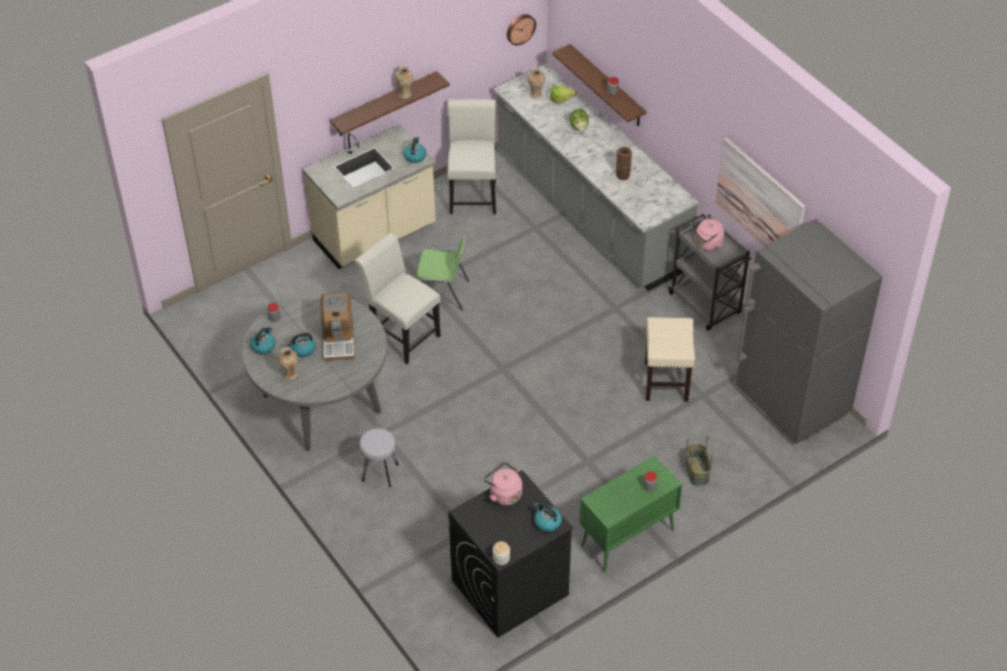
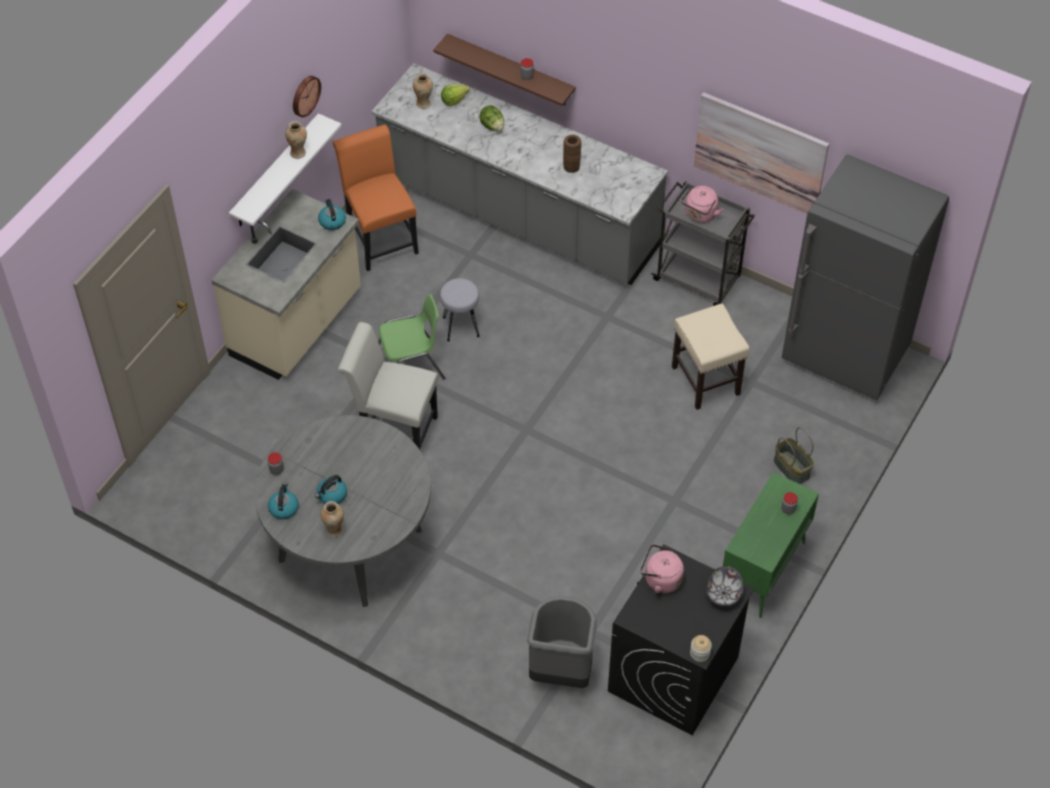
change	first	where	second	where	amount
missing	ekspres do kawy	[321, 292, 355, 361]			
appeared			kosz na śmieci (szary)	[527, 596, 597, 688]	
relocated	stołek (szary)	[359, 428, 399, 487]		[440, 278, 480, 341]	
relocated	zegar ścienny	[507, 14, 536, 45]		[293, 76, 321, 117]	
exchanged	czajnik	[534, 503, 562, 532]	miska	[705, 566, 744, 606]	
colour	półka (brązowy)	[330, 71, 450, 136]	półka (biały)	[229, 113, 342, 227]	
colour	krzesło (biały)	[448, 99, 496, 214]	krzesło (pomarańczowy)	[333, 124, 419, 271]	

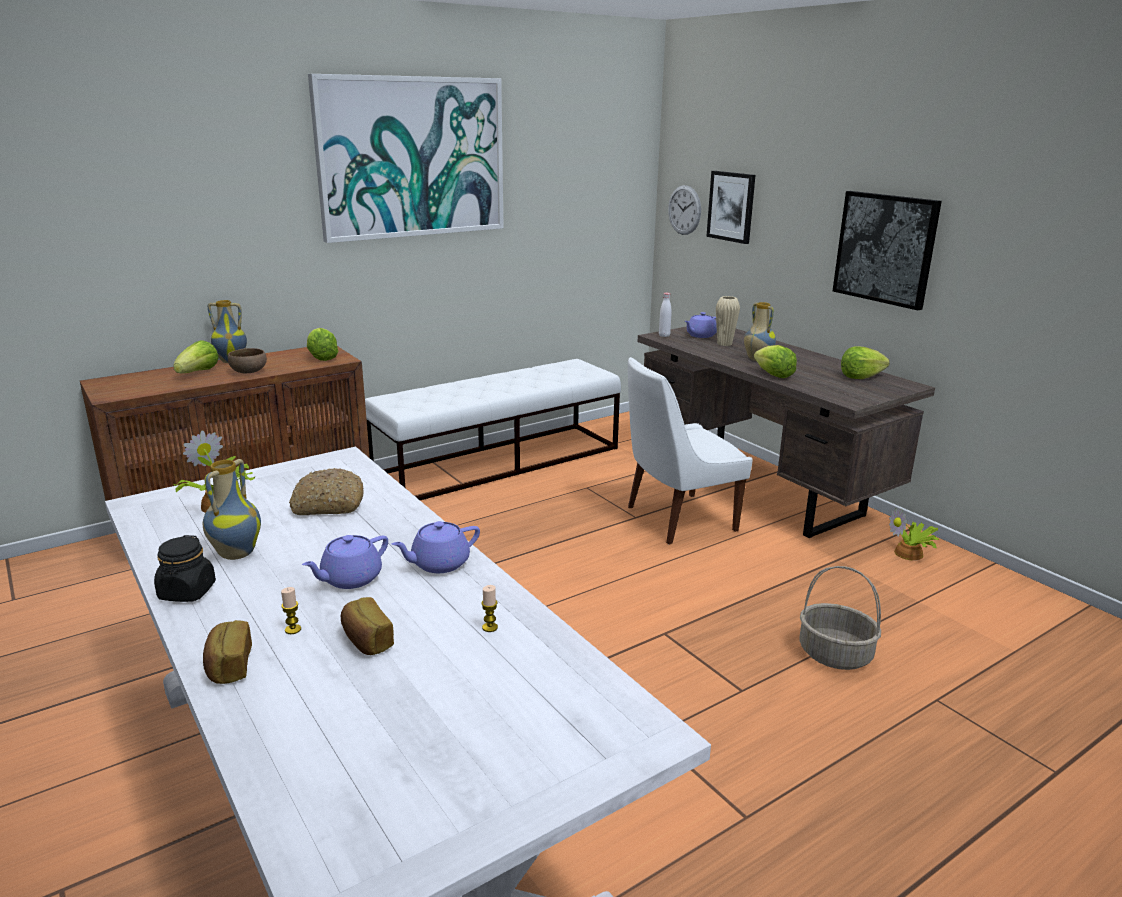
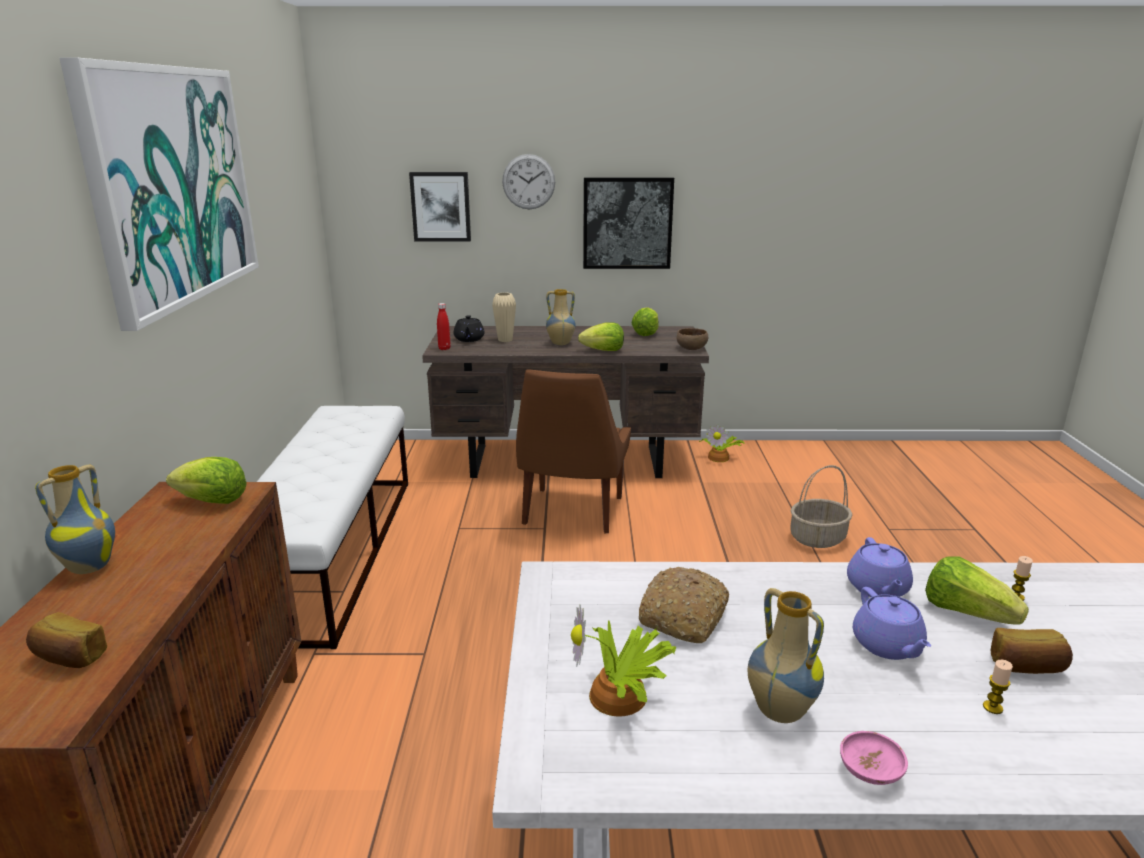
change	first	where	second	where	amount
relocated	sałata	[173, 340, 219, 373]		[925, 556, 1029, 625]	
relocated	chleb	[203, 620, 252, 684]		[26, 612, 107, 668]	
relocated	miska (brązowy)	[228, 348, 267, 373]		[676, 328, 708, 350]	
relocated	zegar ścienny	[668, 185, 701, 235]		[502, 154, 555, 209]	
exchanged	słoik (czarny)	[154, 535, 216, 602]	miska (różowy)	[840, 731, 908, 785]	
colour	krzesło (biały)	[628, 357, 753, 545]	krzesło (brązowy)	[516, 369, 631, 534]	
colour	butelka (biały)	[659, 293, 672, 337]	butelka (czerwony)	[437, 303, 451, 350]	
colour	imbryk (fioletowy)	[685, 312, 717, 338]	imbryk (czarny)	[454, 315, 485, 342]	

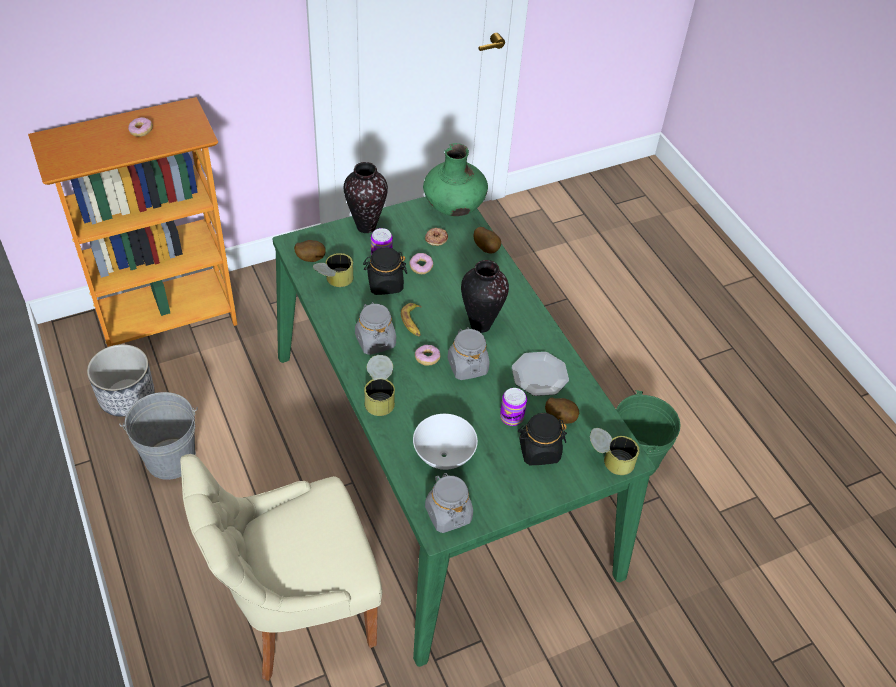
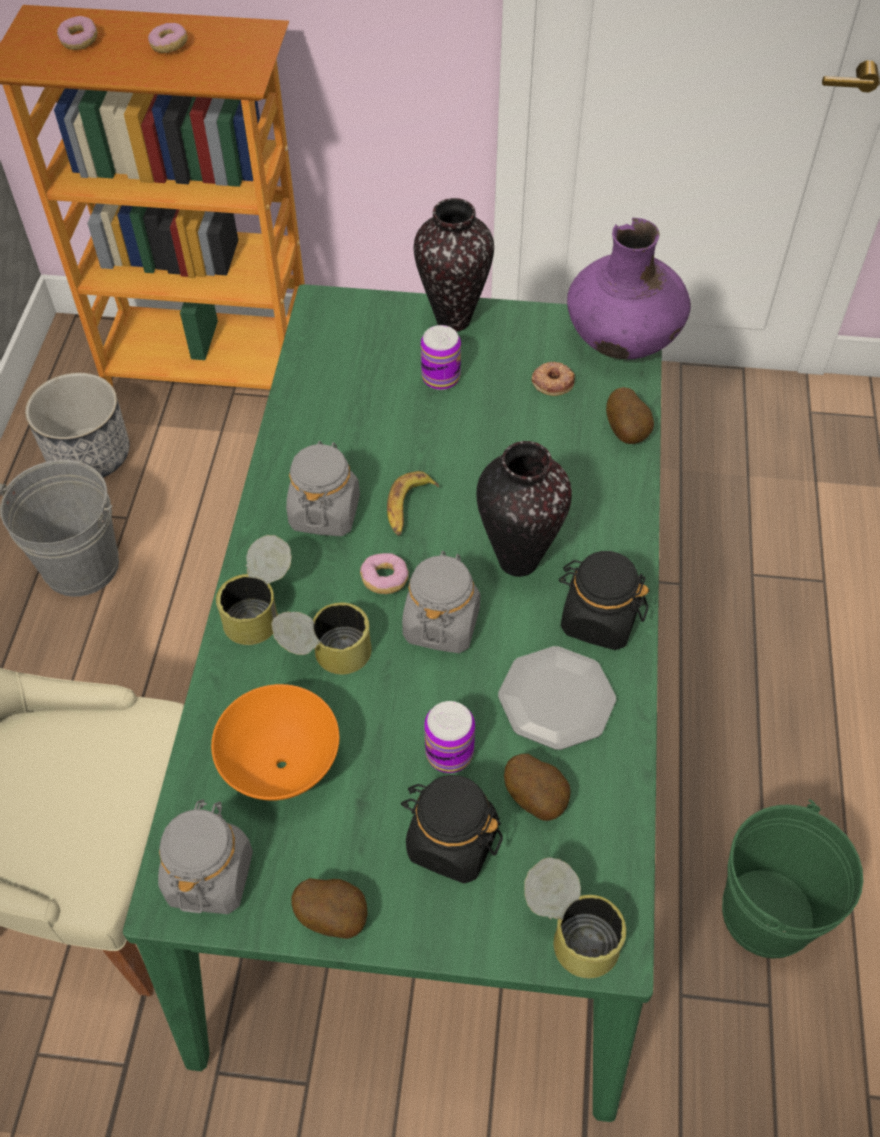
change	first	where	second	where	amount
relocated	ziemniak	[294, 240, 326, 262]		[291, 878, 368, 939]	
relocated	puszka	[313, 253, 354, 287]		[271, 603, 372, 675]	
relocated	słoik (czarny)	[363, 247, 407, 295]		[559, 551, 650, 650]	
relocated	donut	[409, 253, 433, 274]		[57, 16, 97, 50]	
colour	miska (biały)	[413, 414, 478, 470]	miska (pomarańczowy)	[211, 684, 339, 801]	
colour	wazon (zielony)	[423, 143, 488, 216]	wazon (fioletowy)	[567, 218, 691, 359]	

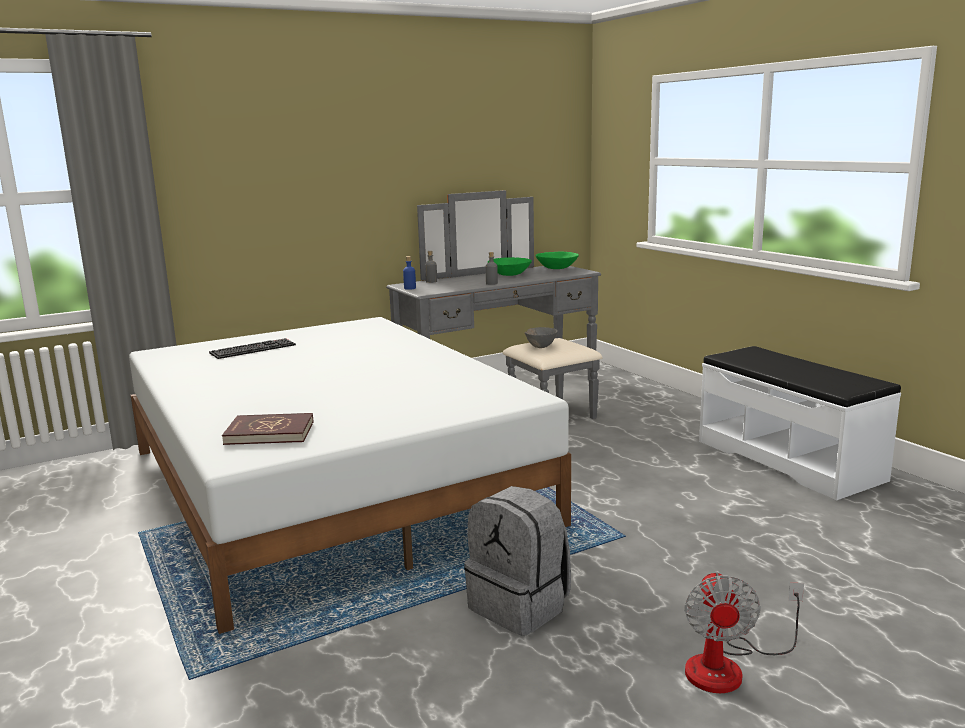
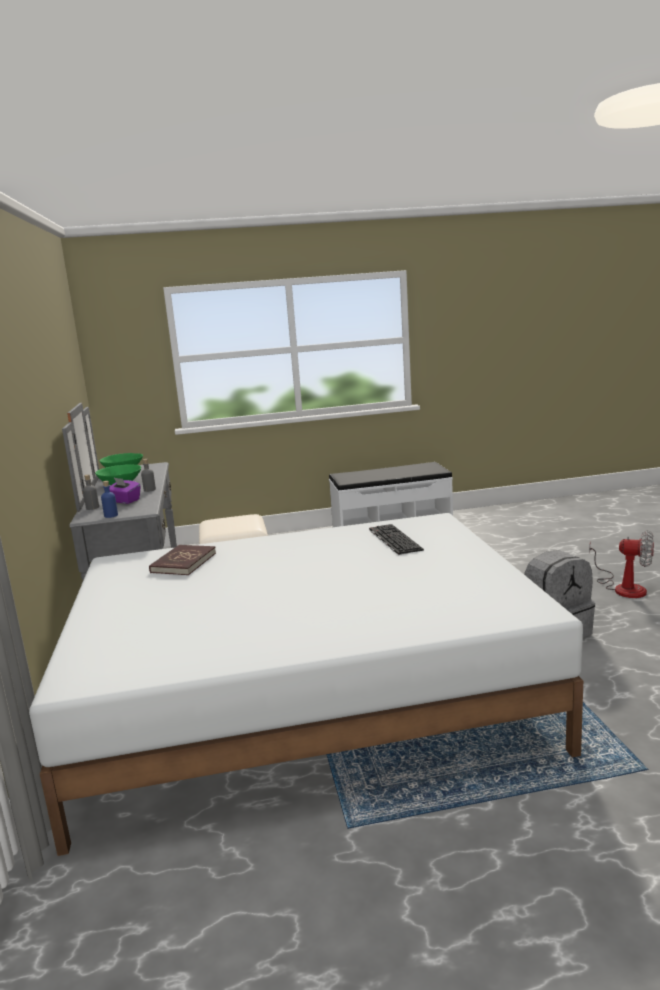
change	first	where	second	where	amount
missing	miska (szary)	[525, 327, 558, 348]			
appeared			pudełko chusteczek (fioletowy)	[109, 477, 141, 504]	
relocated	klawiatura	[209, 338, 296, 359]		[369, 524, 424, 555]	
relocated	książka (czerwony)	[222, 413, 313, 445]		[149, 545, 216, 575]	

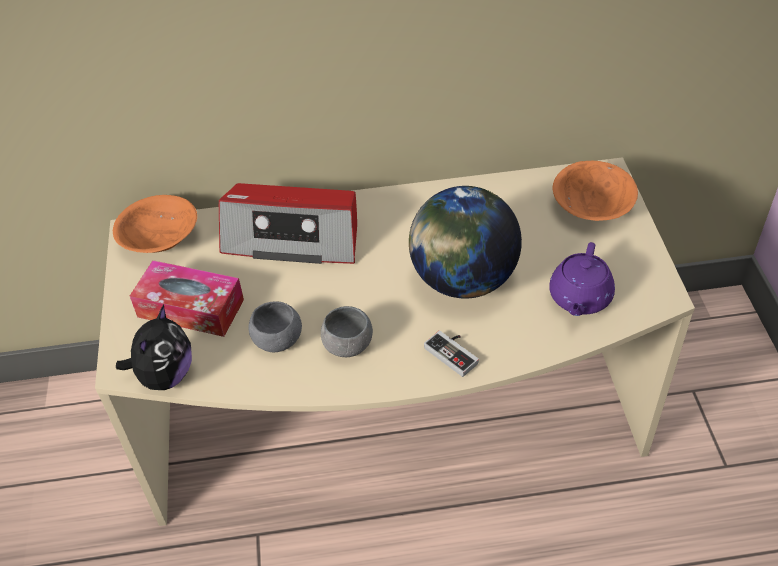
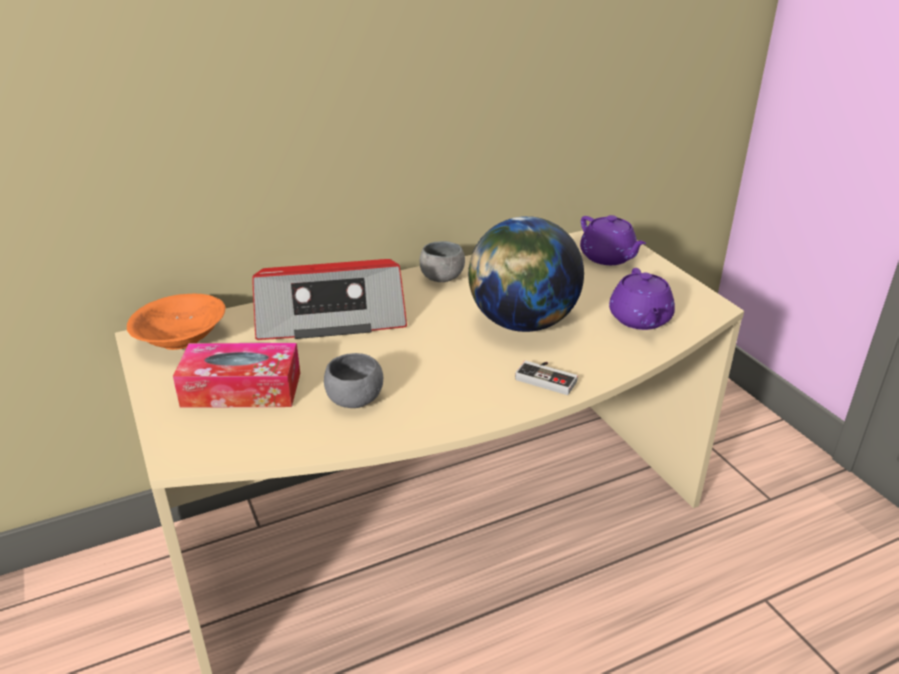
change	first	where	second	where	amount
missing	pluszak	[116, 305, 192, 390]			
relocated	miska (szary)	[321, 306, 373, 357]		[420, 241, 465, 282]	
exchanged	miska (pomarańczowy)	[552, 161, 638, 221]	imbryk (fioletowy)	[580, 215, 646, 265]	

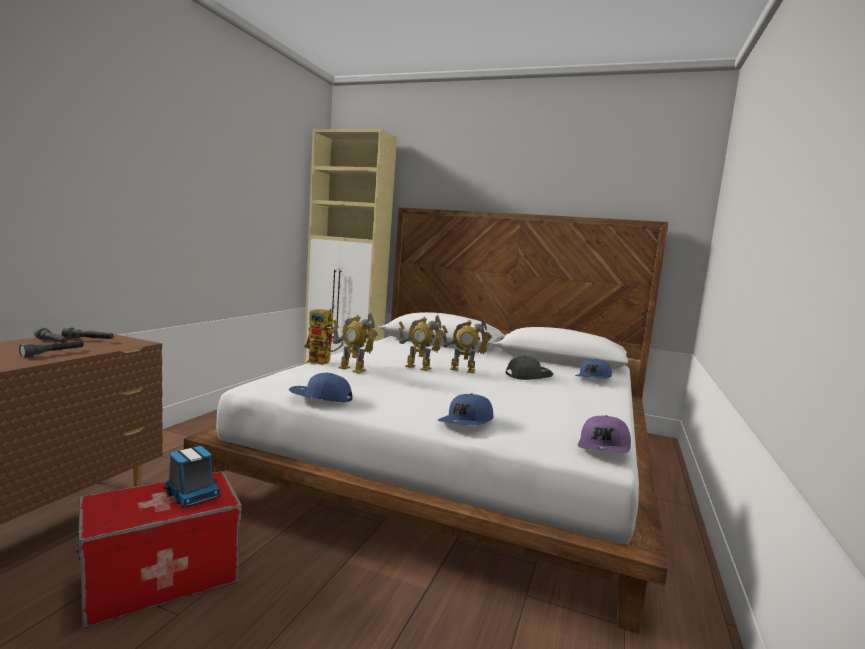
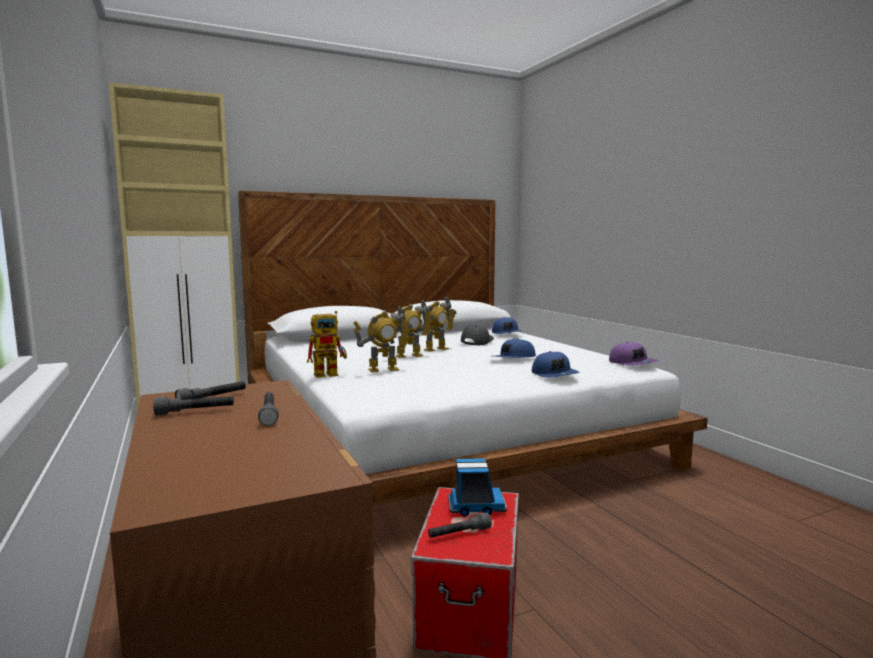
change	first	where	second	where	amount
appeared			latarka (szary)	[428, 512, 492, 538]	
relocated	czapka z daszkiem (niebieski)	[289, 373, 352, 402]		[494, 338, 536, 358]	

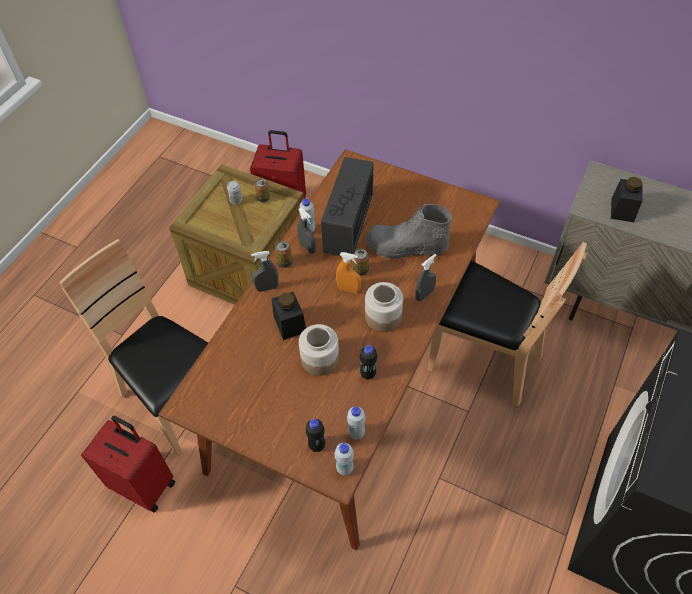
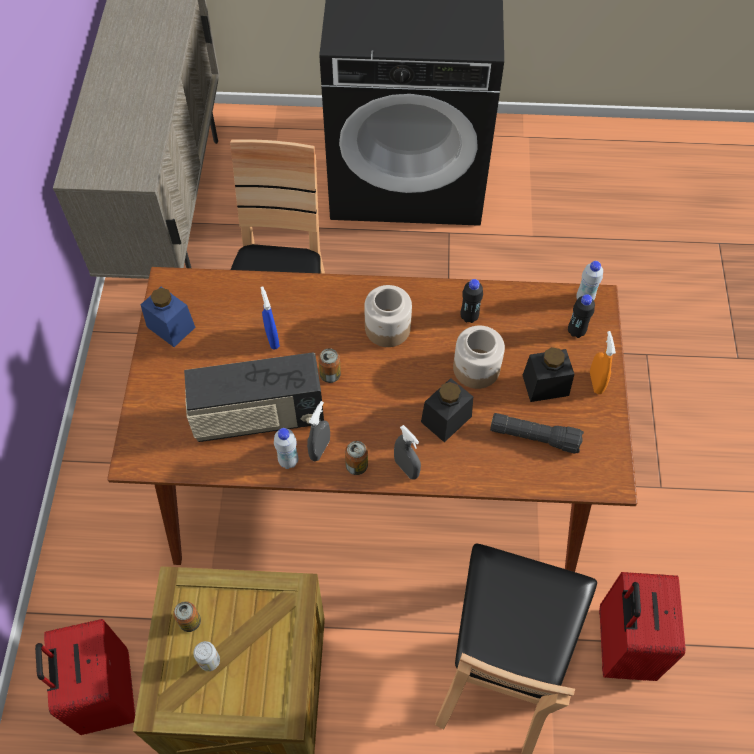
change	first	where	second	where	amount
missing	butelka (biały)	[347, 406, 366, 440]			
missing	spryskiwacz (szary)	[415, 254, 437, 301]			
appeared			słoik (niebieski)	[141, 287, 196, 347]	
appeared			latarka (czarny)	[490, 413, 584, 454]	
relocated	spryskiwacz (pomarańczowy)	[336, 252, 361, 294]		[590, 331, 616, 394]	
relocated	słoik (czarny)	[611, 177, 643, 222]		[523, 347, 574, 402]	
exchanged	but z cholewką (szary)	[366, 204, 452, 259]	spryskiwacz (niebieski)	[260, 286, 280, 350]	

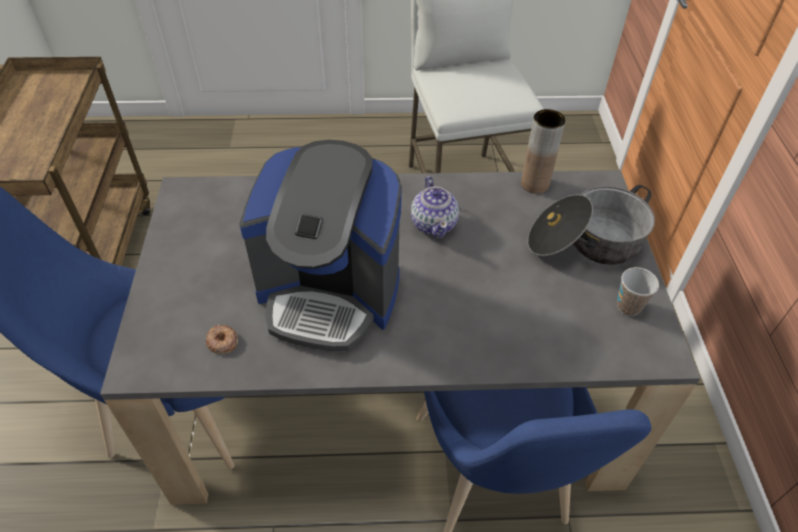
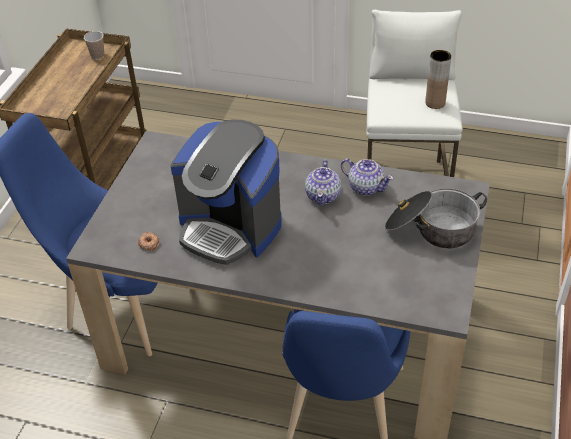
change	first	where	second	where	amount
appeared			imbryk	[341, 158, 394, 196]	
relocated	wazon (brązowy)	[521, 109, 565, 194]		[425, 50, 451, 109]	
relocated	filiżanka	[617, 267, 659, 316]		[84, 31, 104, 59]	

